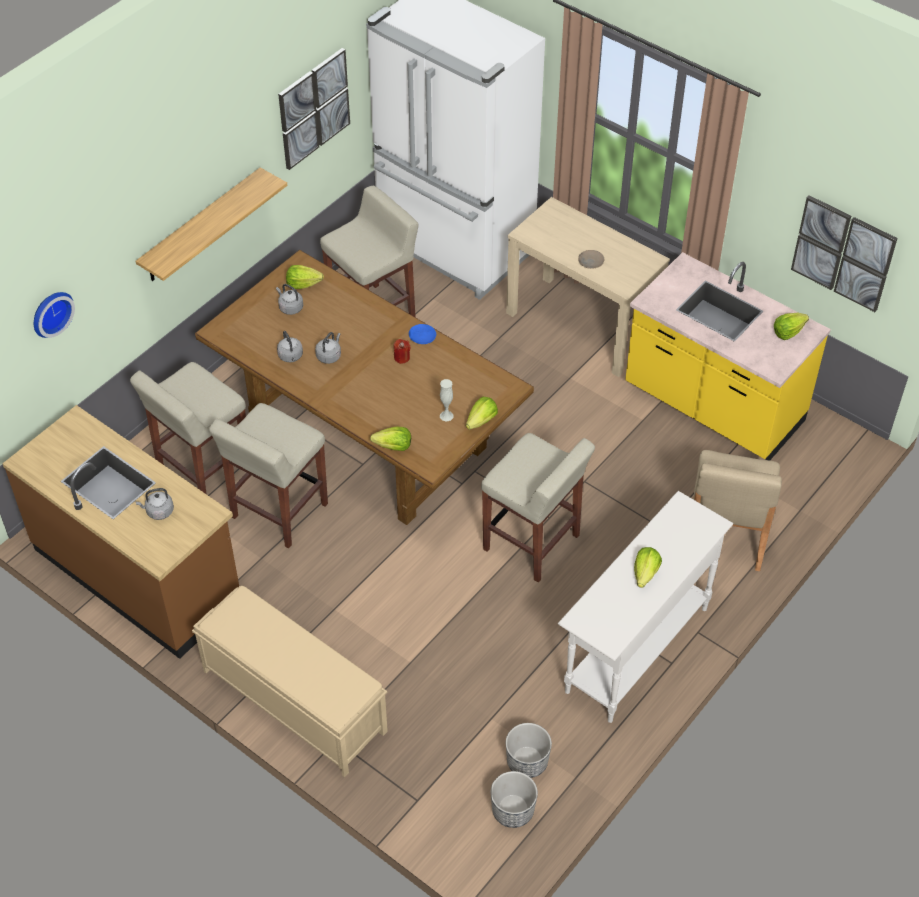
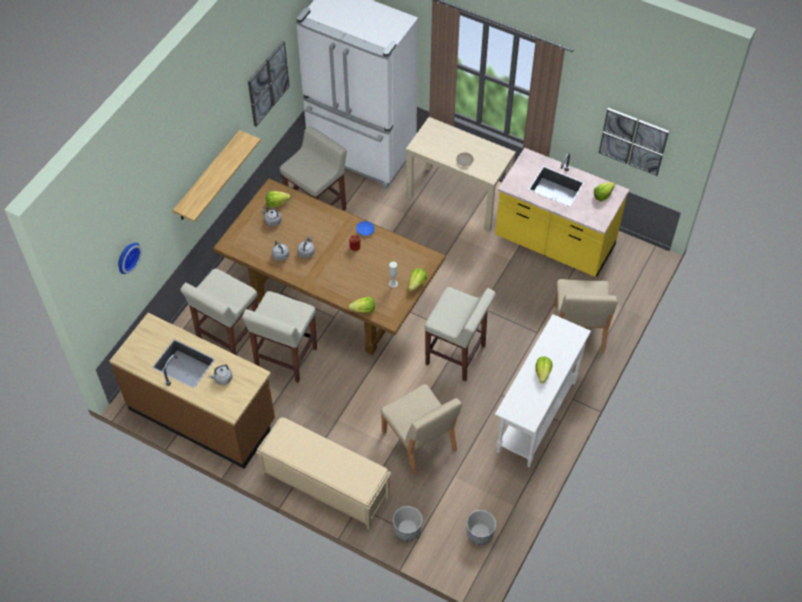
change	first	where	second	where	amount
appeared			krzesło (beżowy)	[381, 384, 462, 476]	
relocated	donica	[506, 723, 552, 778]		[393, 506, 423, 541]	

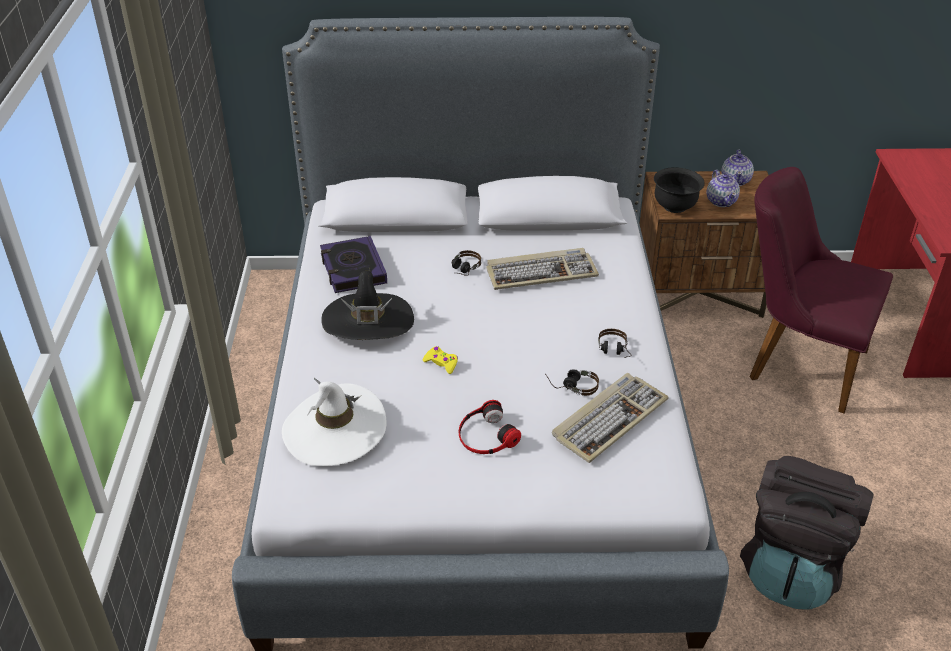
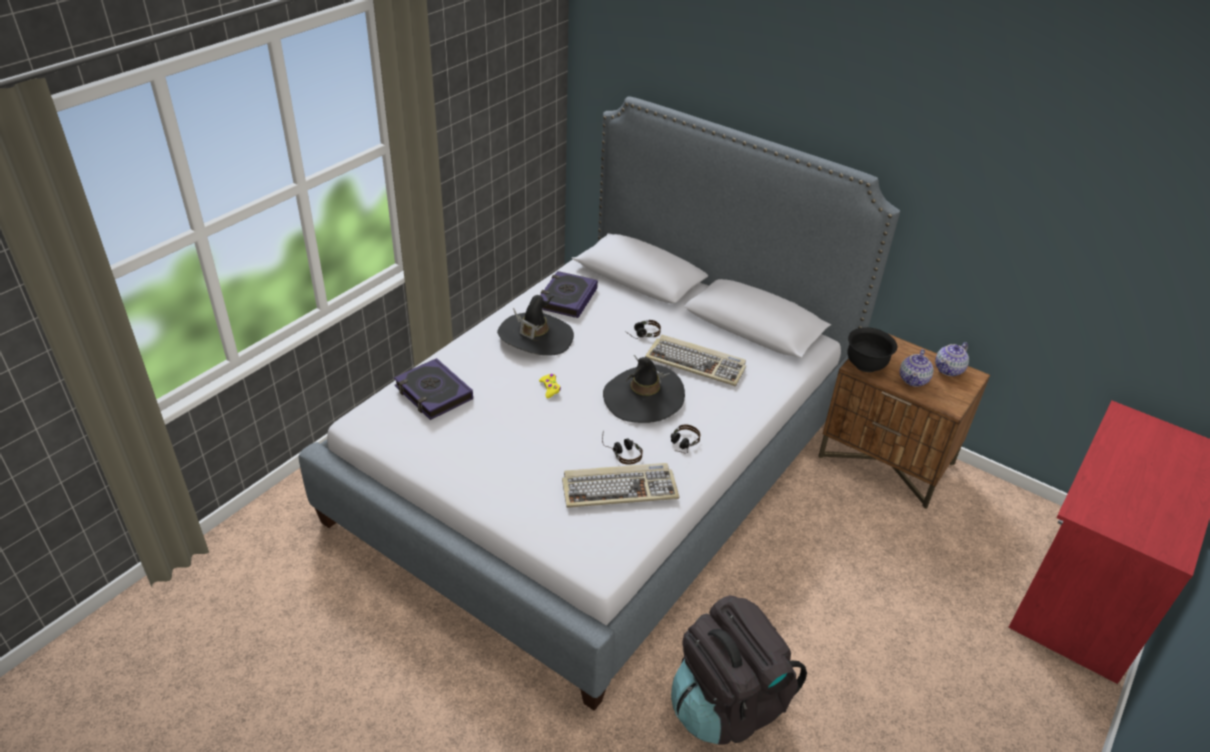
change	first	where	second	where	amount
missing	słuchawki	[459, 400, 521, 454]			
missing	krzesło (fioletowy)	[749, 167, 893, 413]			
appeared			kapelusz (czarny)	[603, 355, 685, 423]	
exchanged	kapelusz (biały)	[282, 378, 386, 466]	książka	[394, 358, 473, 420]	

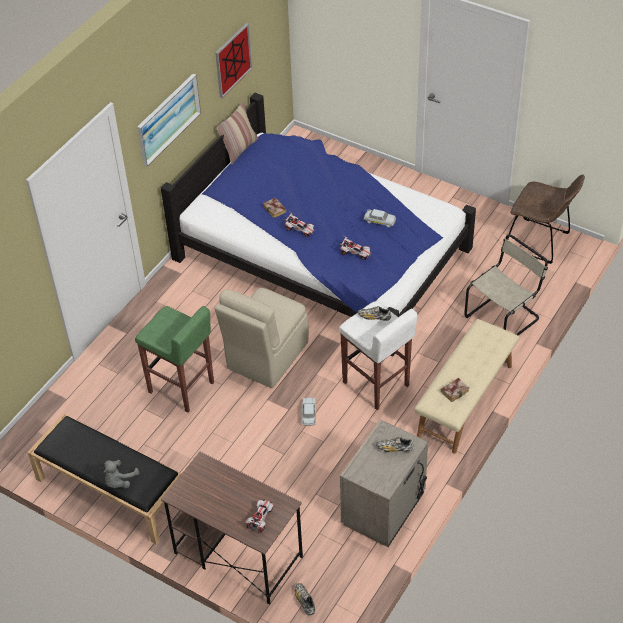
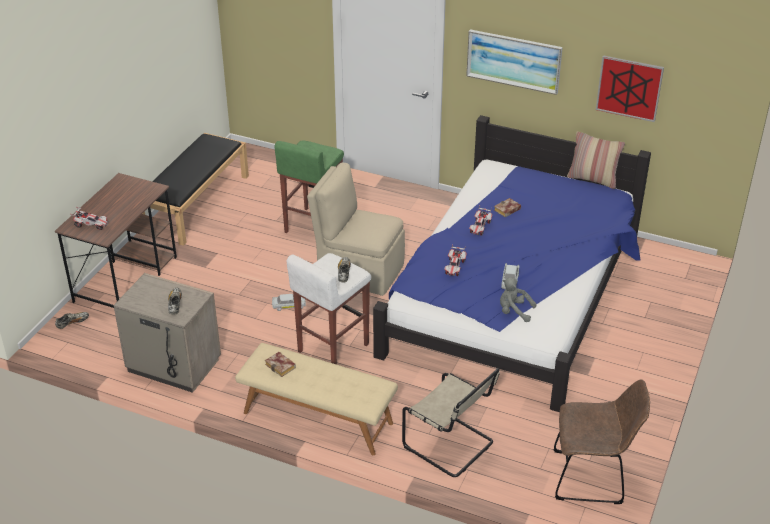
change	first	where	second	where	amount
relocated	pluszak (szary)	[103, 460, 139, 488]		[500, 277, 536, 322]	
spun	krzesło (brązowy)	[508, 175, 585, 264]		[554, 379, 650, 504]	105 degrees counterclockwise

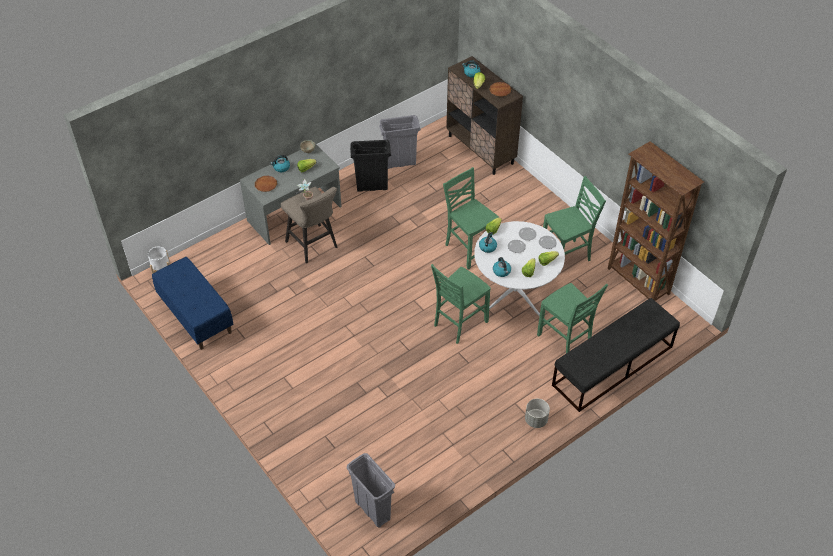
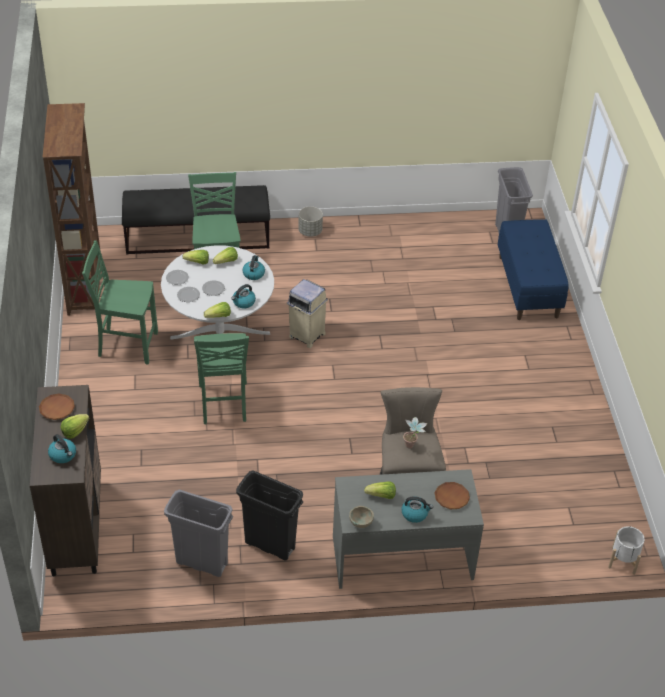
change	first	where	second	where	amount
relocated	ławka (niebieski)	[152, 257, 233, 350]		[498, 219, 569, 320]	
exchanged	krzesło (zielony)	[431, 264, 491, 344]	kosz na śmieci (beżowy)	[287, 279, 328, 348]	

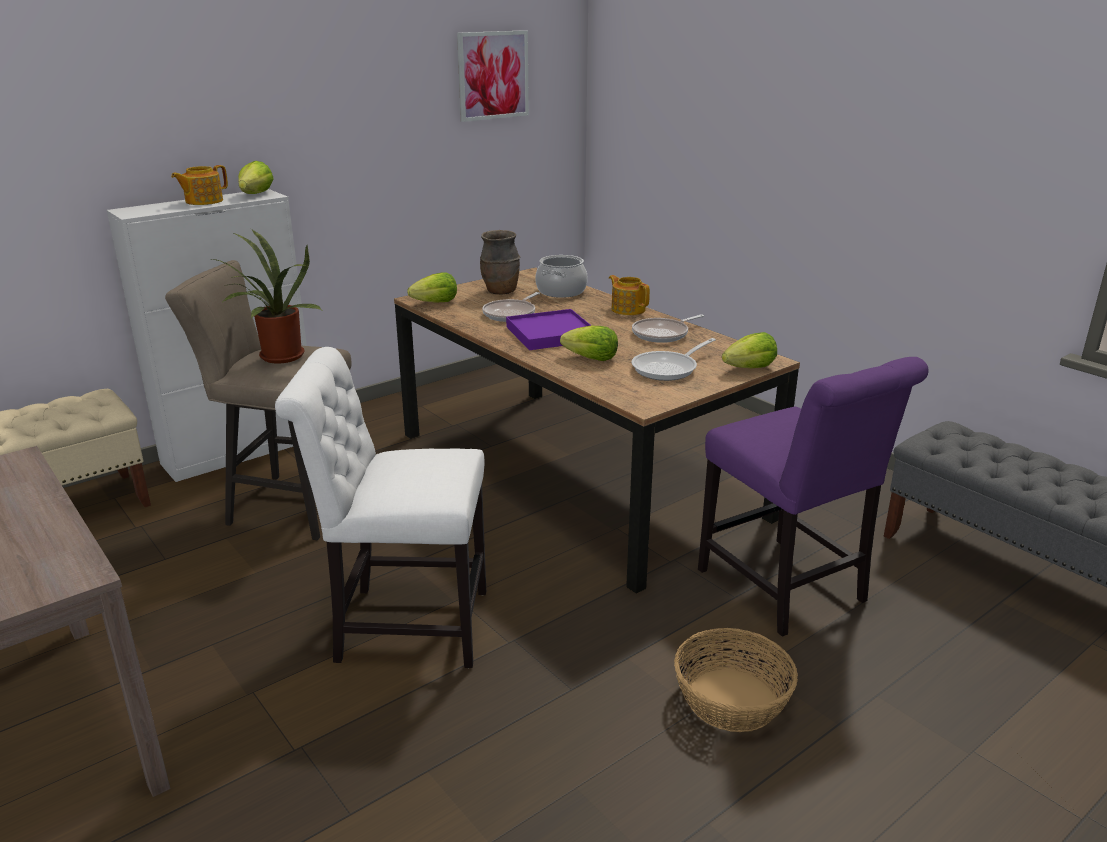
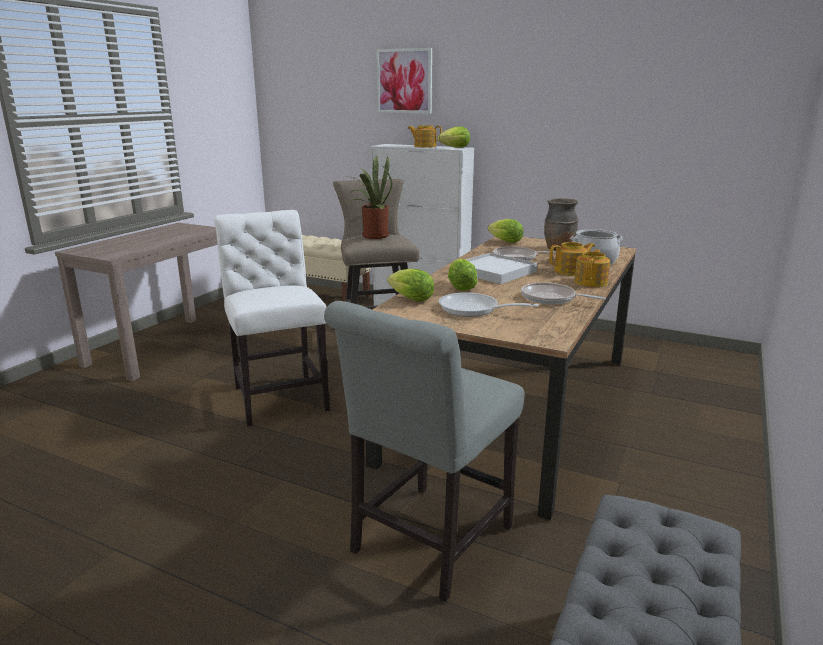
change	first	where	second	where	amount
missing	koszyk	[674, 628, 798, 732]			
appeared			imbryk	[549, 242, 595, 276]	
relocated	obraz	[457, 30, 529, 122]		[376, 48, 432, 114]	
relocated	sałata	[722, 332, 777, 369]		[387, 269, 434, 302]	
colour	taca (fioletowy)	[506, 309, 592, 350]	taca (biały)	[466, 253, 537, 284]	
colour	krzesło (fioletowy)	[698, 357, 929, 637]	krzesło (szary)	[324, 301, 525, 602]	

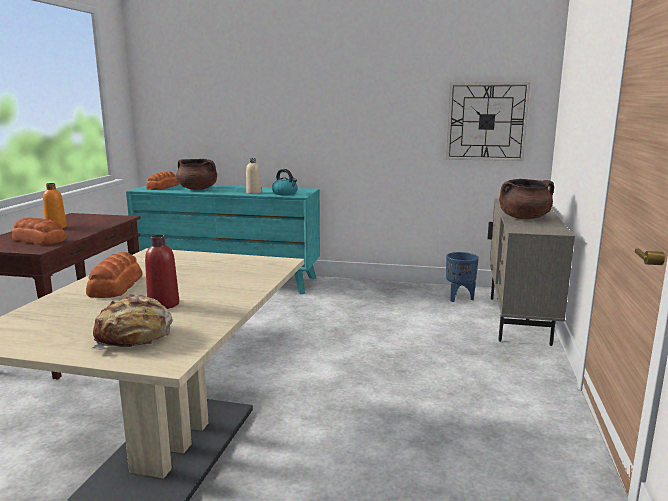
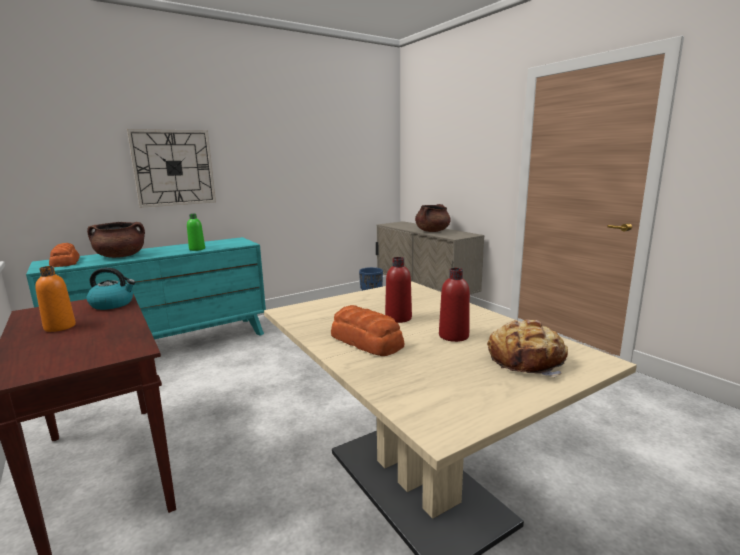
change	first	where	second	where	amount
missing	chleb	[12, 218, 66, 245]			
appeared			butelka (czerwony)	[385, 257, 412, 323]	
relocated	czajnik	[272, 169, 298, 195]		[87, 267, 135, 310]	
relocated	zegar ścienny	[446, 82, 530, 161]		[127, 129, 216, 208]	
colour	butelka (beżowy)	[246, 158, 261, 194]	butelka (zielony)	[187, 214, 205, 251]	

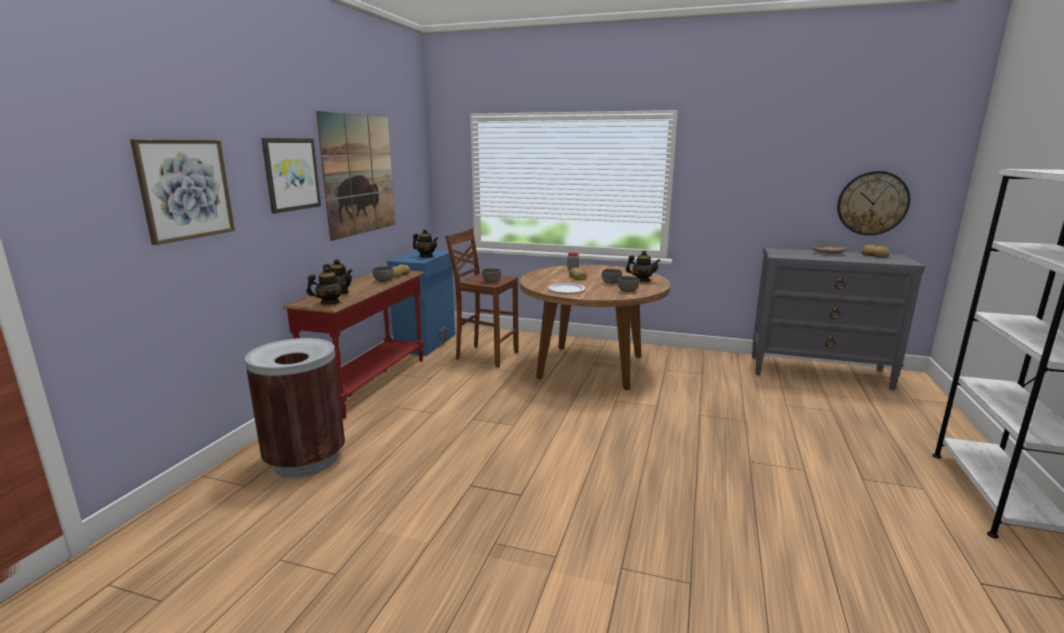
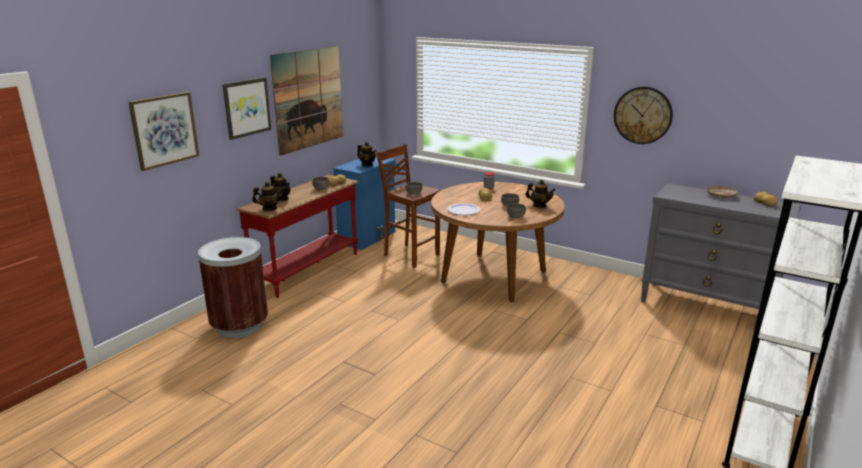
change	first	where	second	where	amount
relocated	zegar ścienny	[837, 171, 910, 235]		[614, 87, 673, 144]	

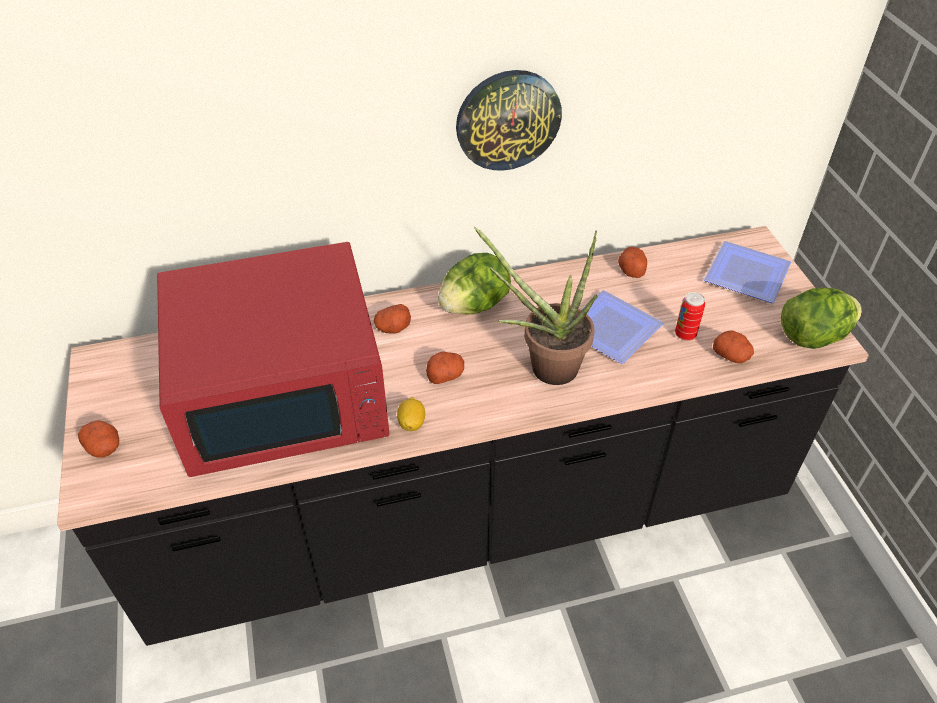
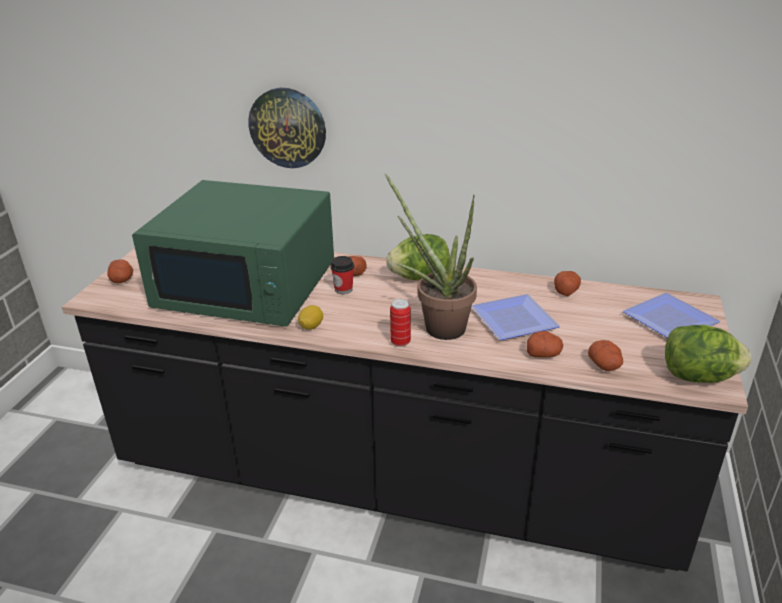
change	first	where	second	where	amount
appeared			filiżanka	[330, 256, 354, 294]	
relocated	ziemniak	[426, 352, 464, 384]		[527, 331, 563, 358]	
relocated	zegar ścienny	[456, 70, 562, 171]		[248, 88, 326, 168]	
relocated	puszka	[675, 292, 705, 341]		[390, 299, 411, 347]	
colour	mikrofalówka (czerwony)	[157, 242, 390, 477]	mikrofalówka (zielony)	[132, 180, 334, 327]	

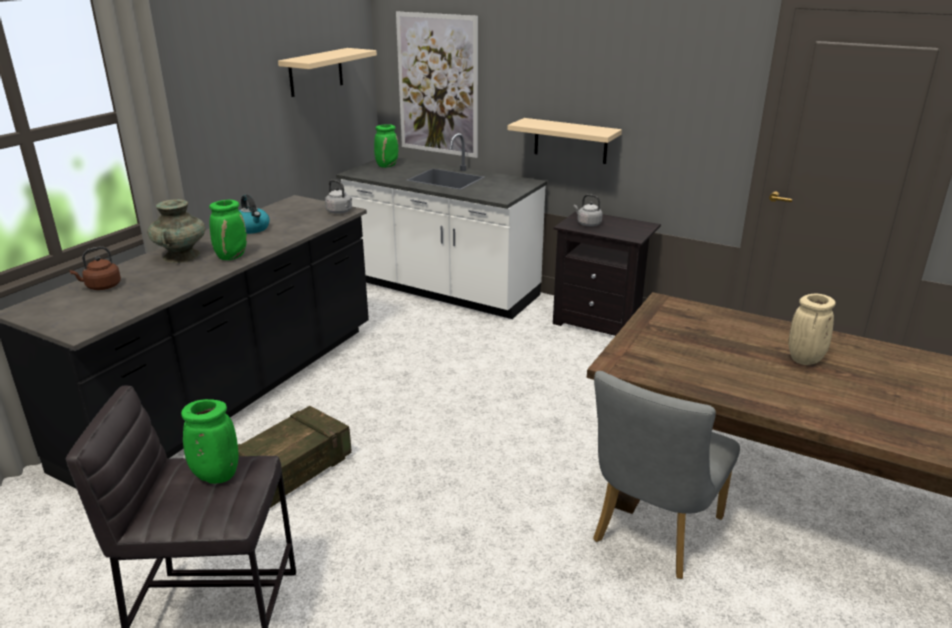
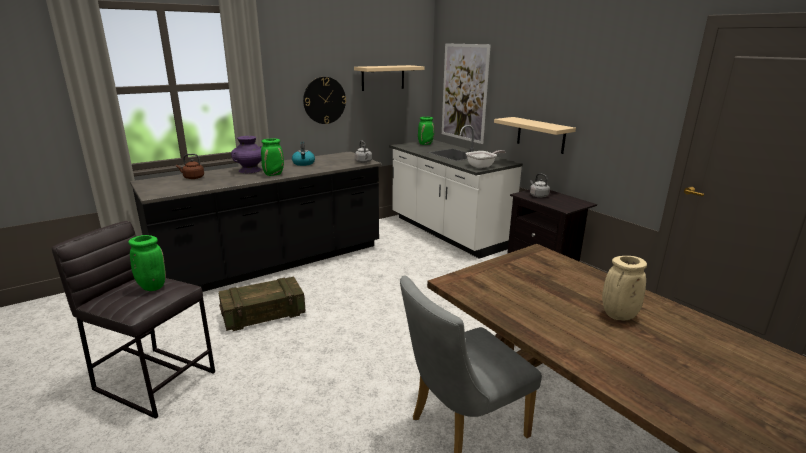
change	first	where	second	where	amount
appeared			zegar ścienny	[303, 77, 346, 124]	
appeared			patelnia	[466, 150, 506, 168]	
colour	wazon (turkusowy)	[147, 199, 206, 263]	wazon (fioletowy)	[231, 136, 262, 173]	

